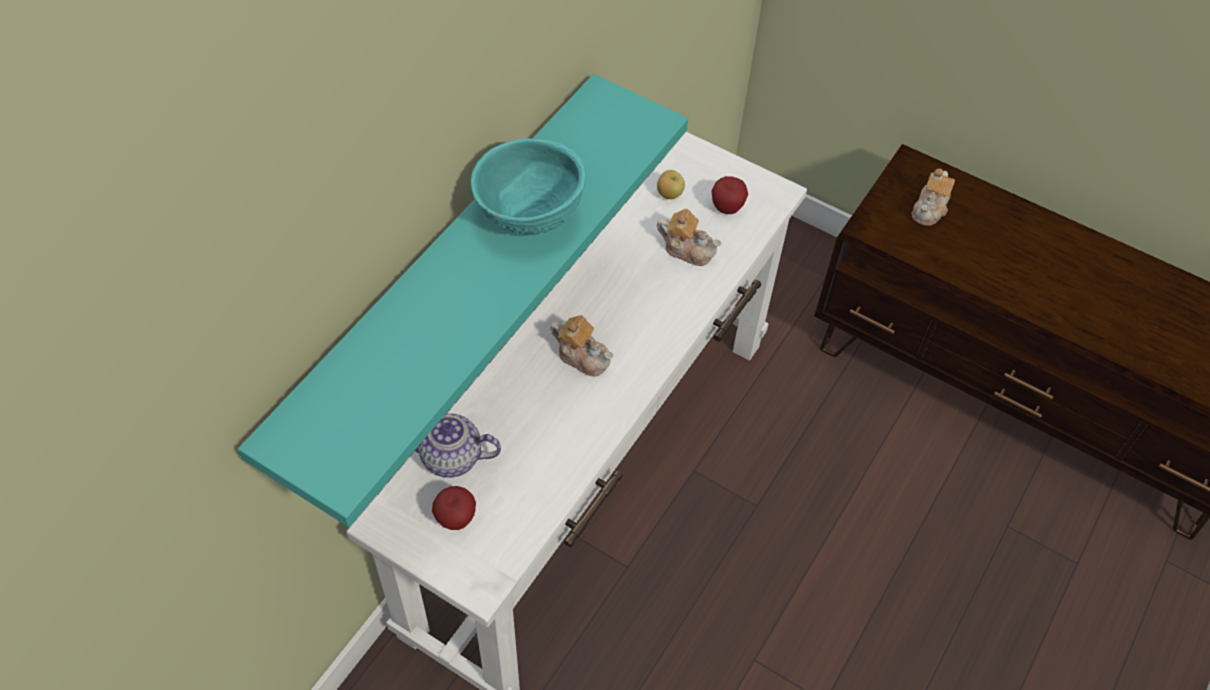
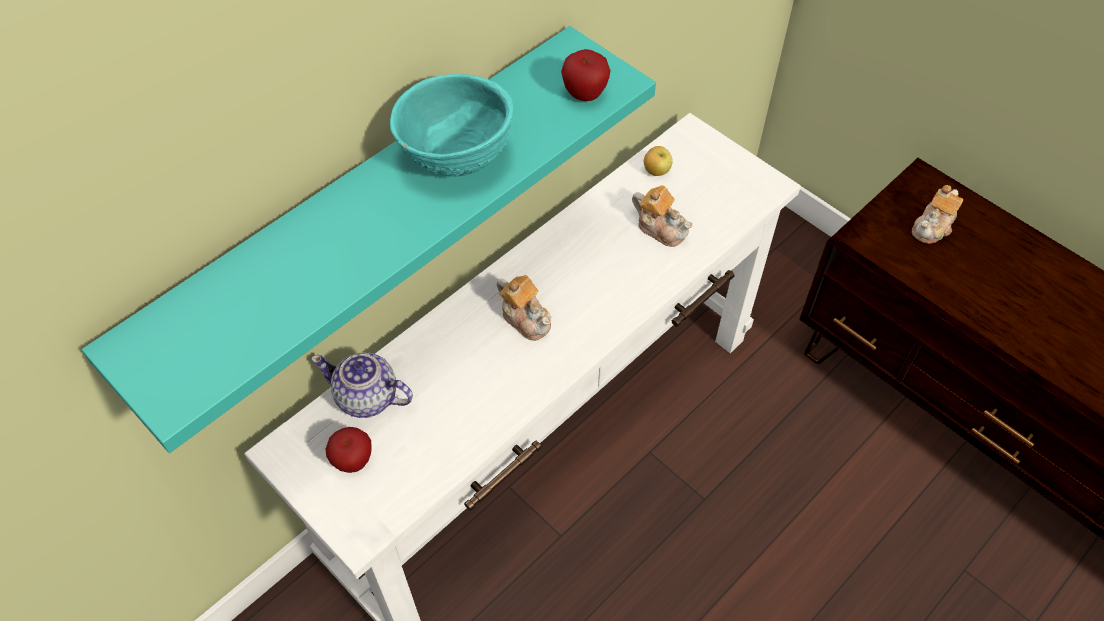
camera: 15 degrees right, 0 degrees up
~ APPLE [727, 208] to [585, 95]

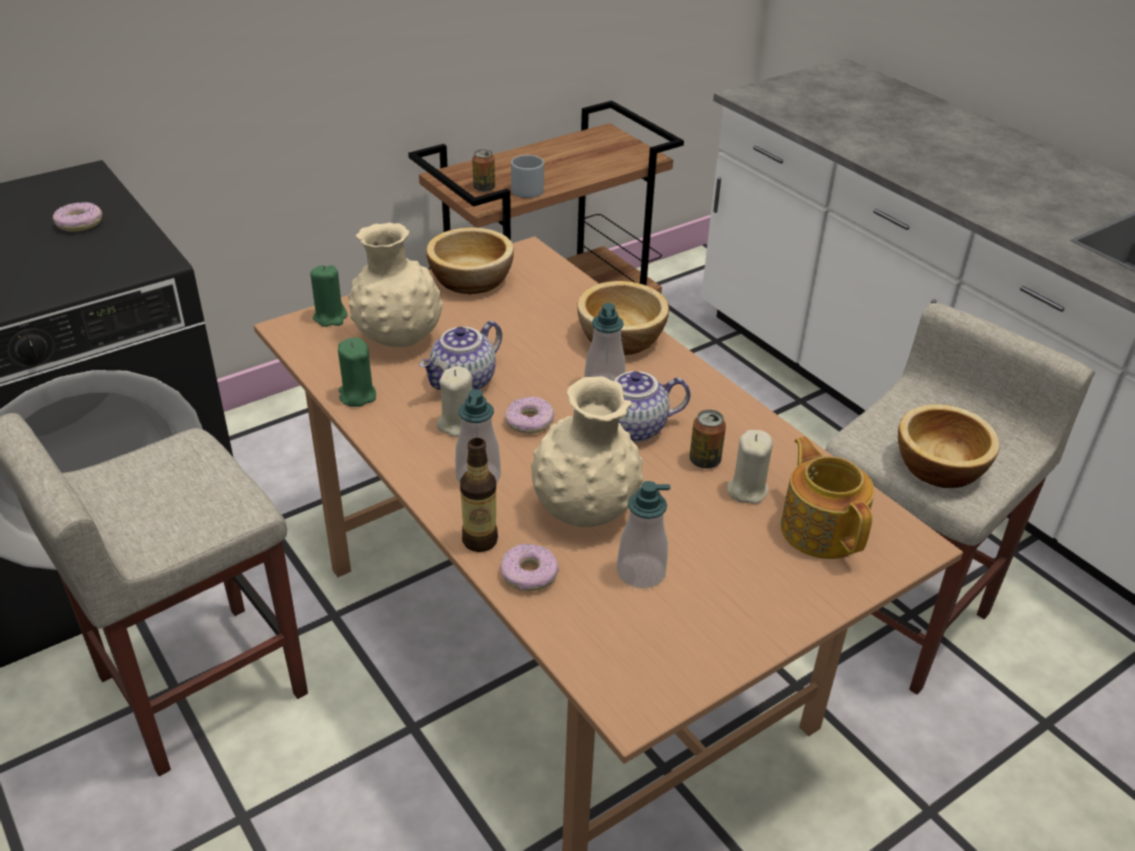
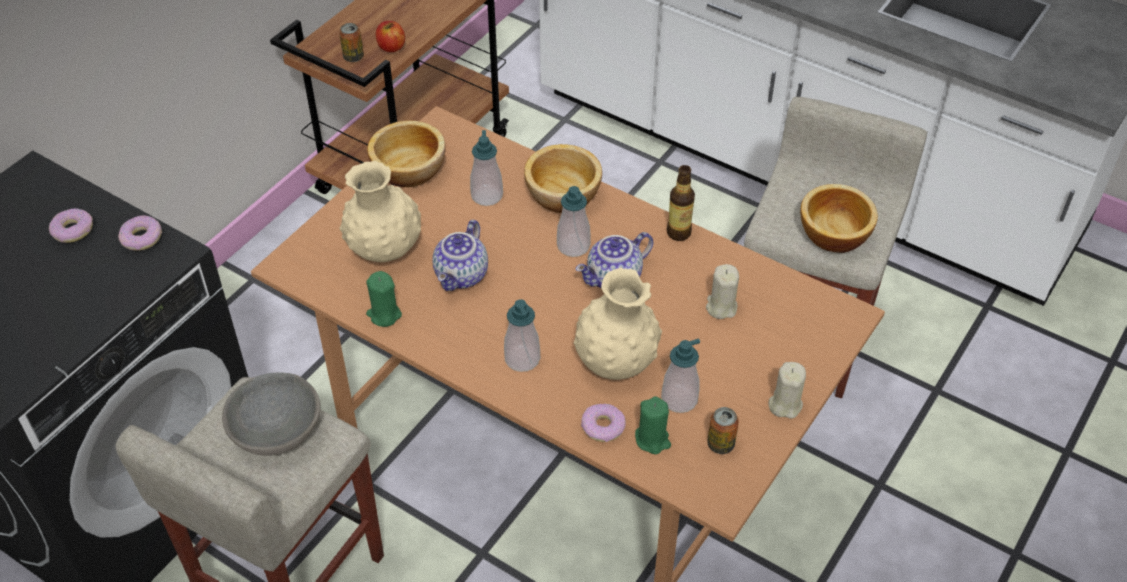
camera: 20 degrees left, 10 degrees up
- TEAPOT [821, 528]
+ GREY BOWL [277, 430]
+ SOAP DISPENSER [487, 196]
~ GREEN CANDLE [330, 317] to [652, 439]
~ BEIGE CANDLE [457, 424] to [785, 404]
~ BOTTLE [480, 540] to [679, 233]
~ DONUT [530, 422] to [142, 238]
~ CAN [704, 461] to [720, 444]
~ GREY MUG [526, 188] to APPLE [391, 47]

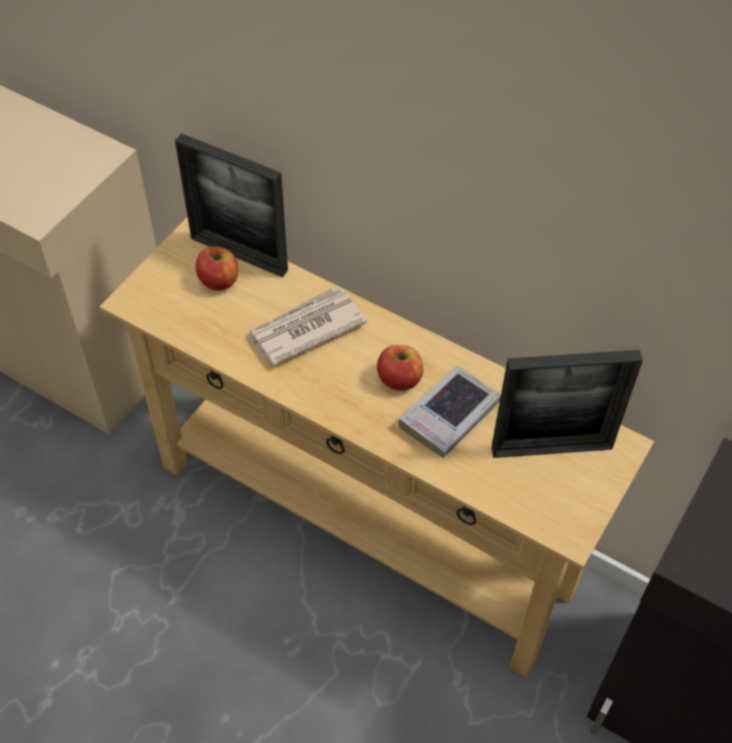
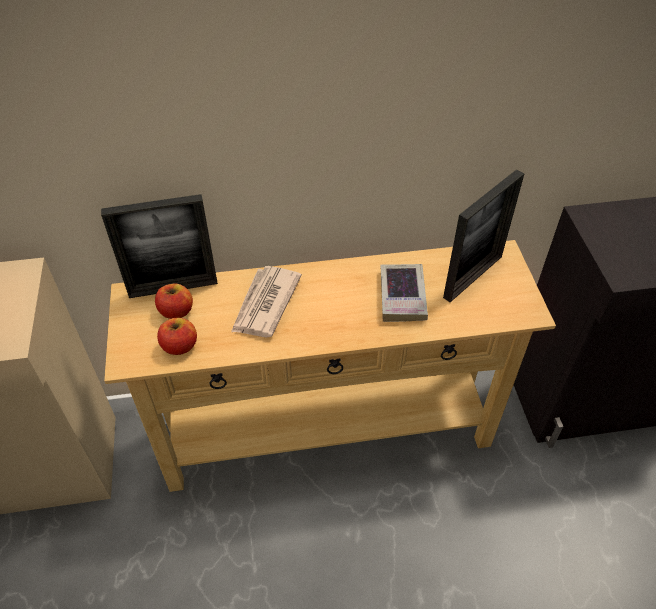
camera: 40 degrees left, 5 degrees down
~ APPLE [399, 379] to [180, 346]

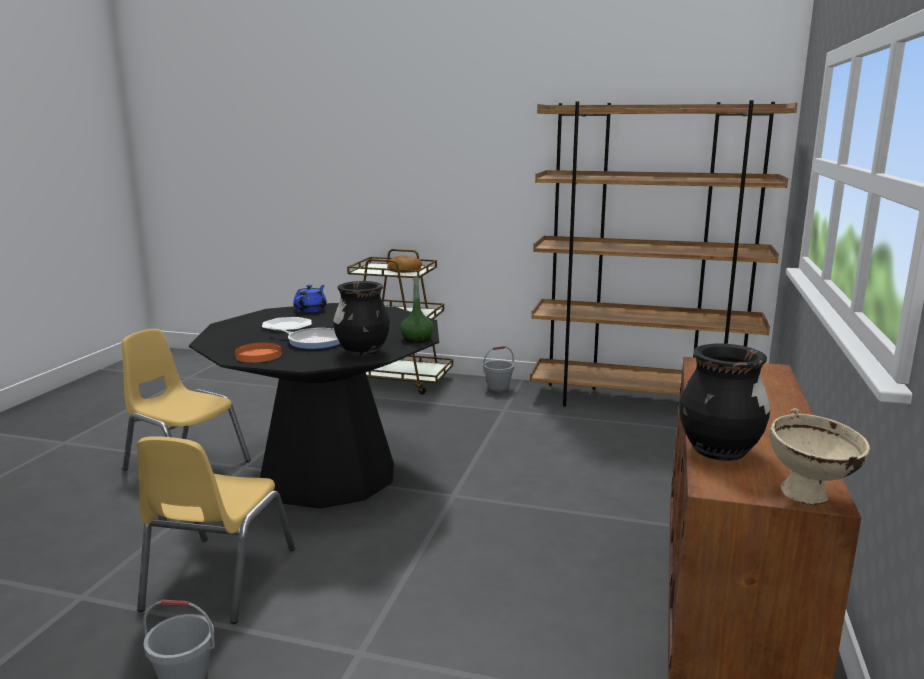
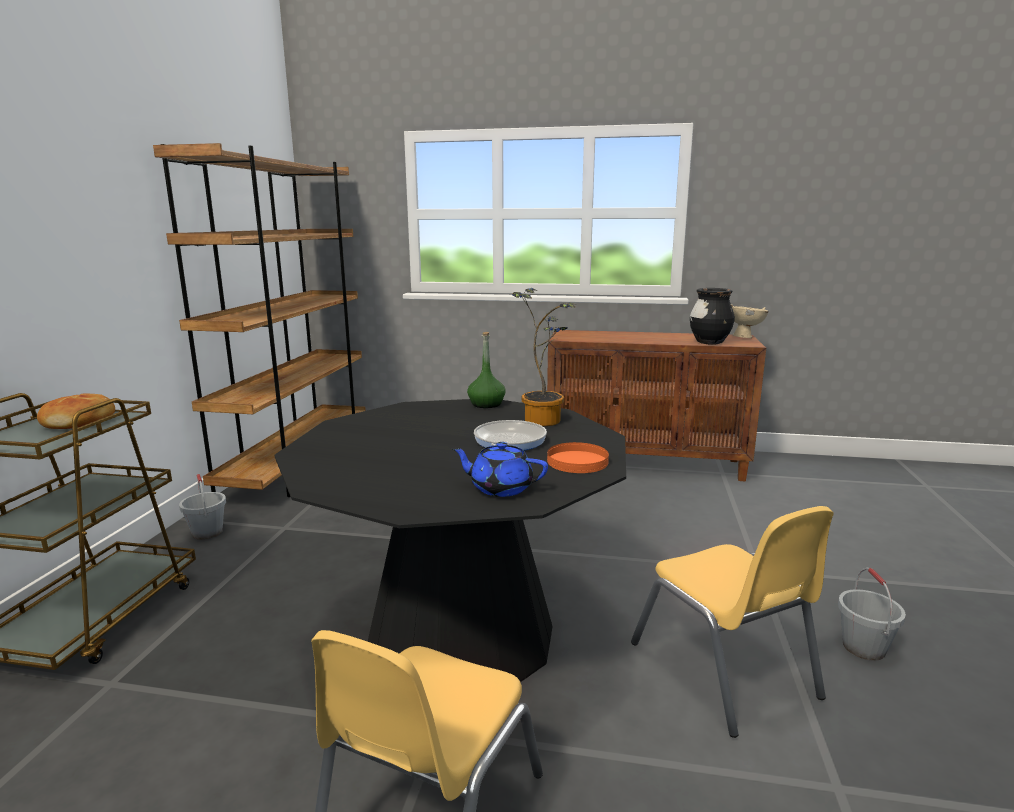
camera: 95 degrees left, 0 degrees up
- PLATE [287, 326]
~ BLUE TEAPOT [311, 310] to [500, 488]
~ BLACK VASE [363, 352] to POTTED PLANT [544, 419]
~ YELLOW CHAIR [218, 578] = [723, 670] 60 degrees clockwise

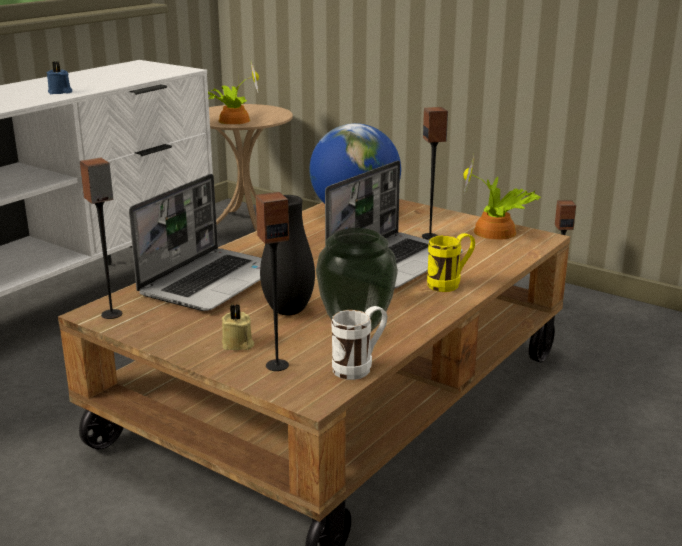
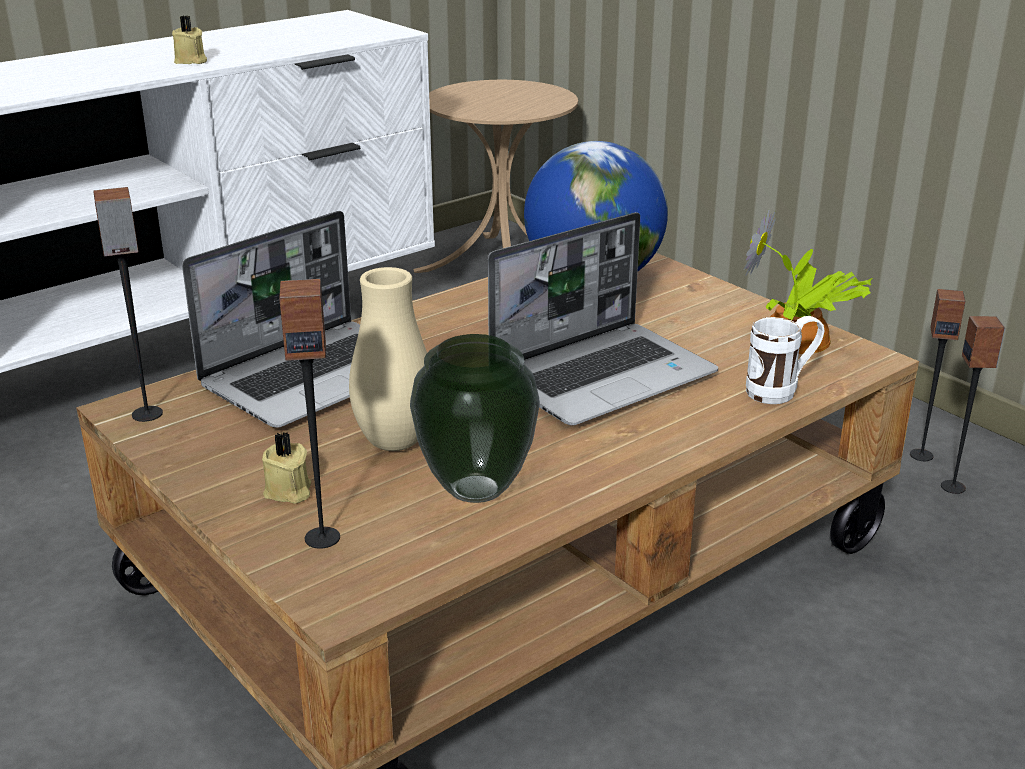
camera: 15 degrees right, 5 degrees up
- POTTED PLANT [232, 120]
- YELLOW MUG [450, 284]
~ WHITE MUG [360, 368] to [781, 391]
~ SPEAKER [430, 236] to [953, 487]
~ BLUE CANDLE [60, 92] to BEIGE CANDLE [191, 61]
~ BLACK VASE [288, 311] to BEIGE VASE [394, 442]

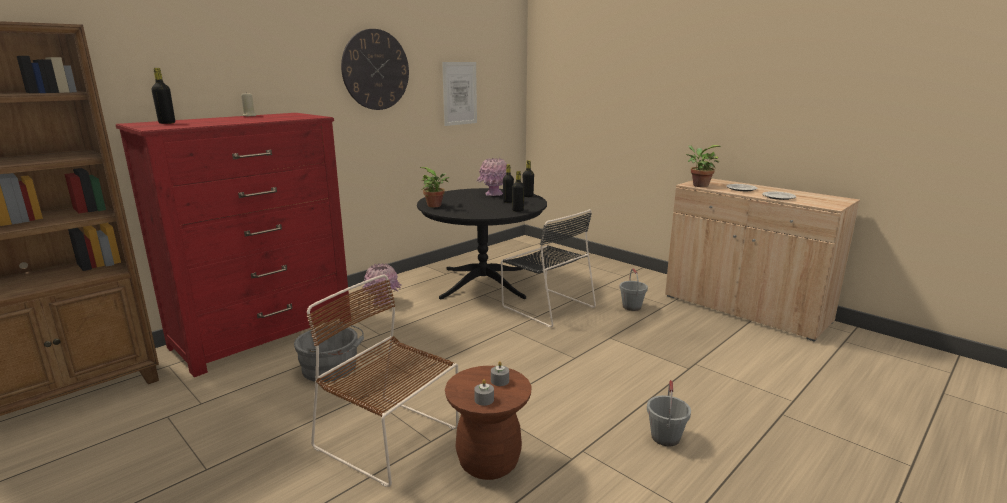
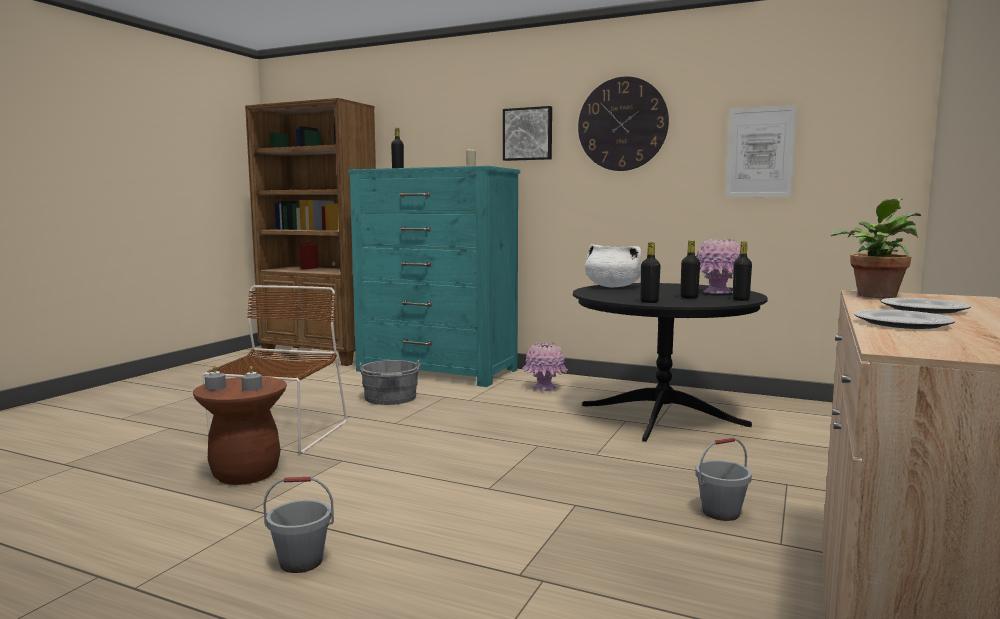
camera: 70 degrees right, 10 degrees down
- BLACK CHAIR [546, 306]
+ PICTURE [528, 134]
~ POTTED PLANT [436, 206] to WHITE COOKING POT [612, 287]
~ RED DRESSER [264, 334] to TURQUOISE DRESSER [437, 371]

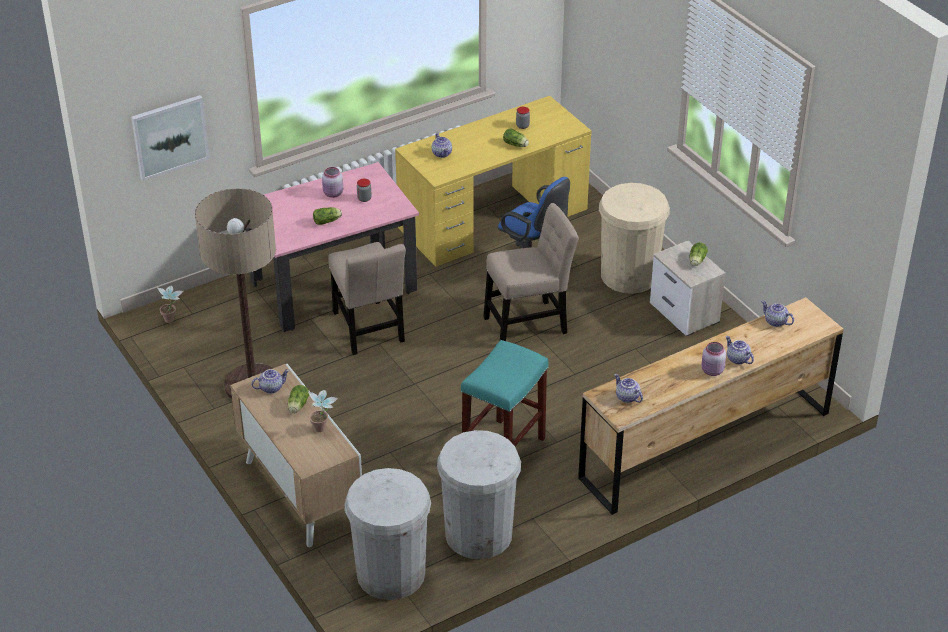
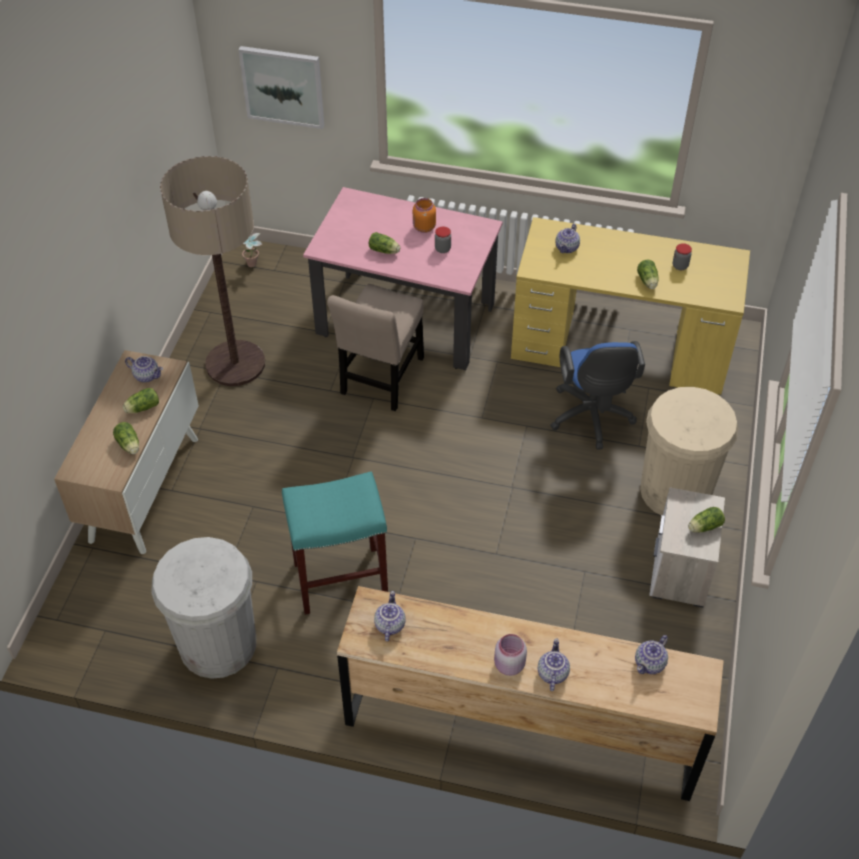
camera: 45 degrees right, 10 degrees up
- WHITE TRASH CAN [390, 573]
- BEIGE CHAIR [529, 323]
~ POTTED PLANT [323, 430] to LETTUCE [129, 445]
~ PINK JAR [333, 194] to ORANGE JAR [423, 227]
~ TEAPOT [775, 322] = [650, 663] 135 degrees counterclockwise

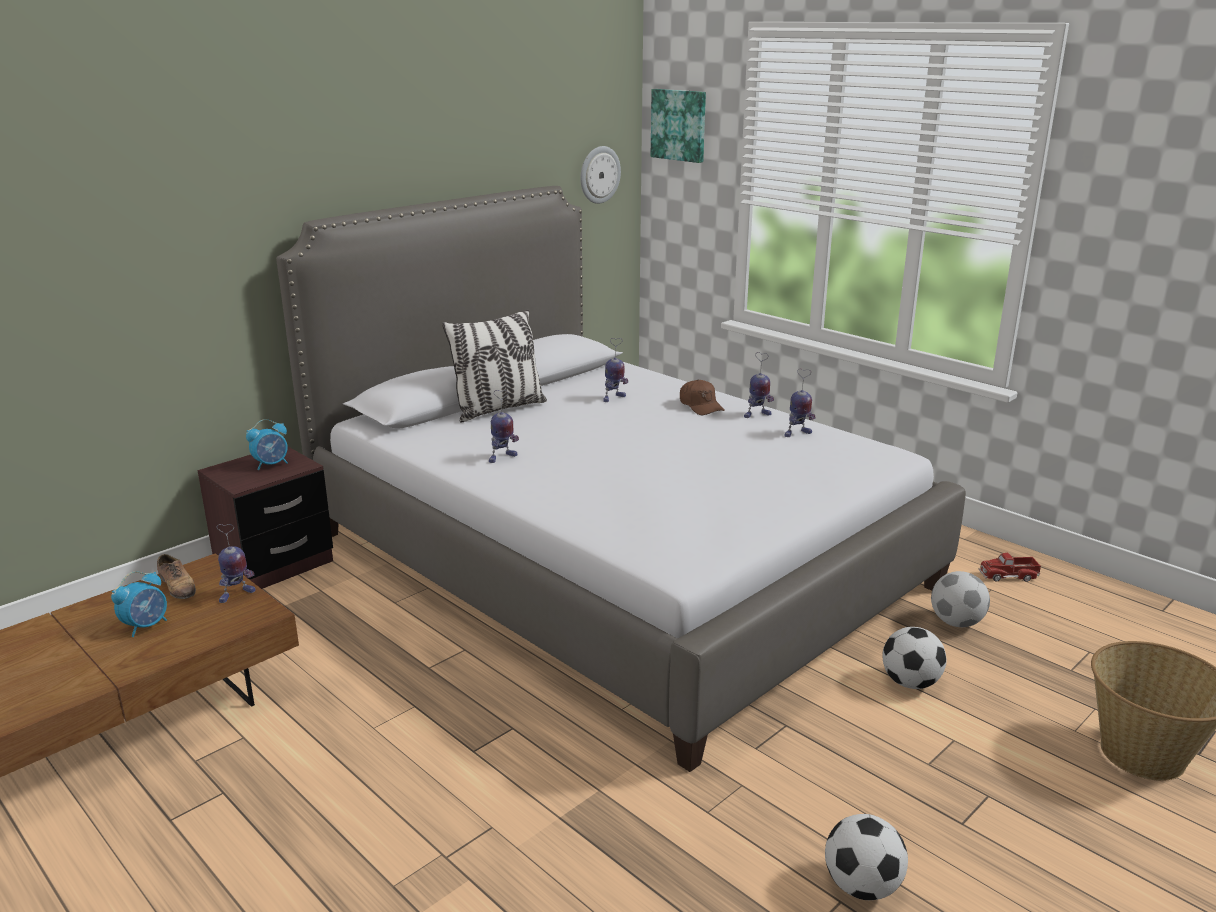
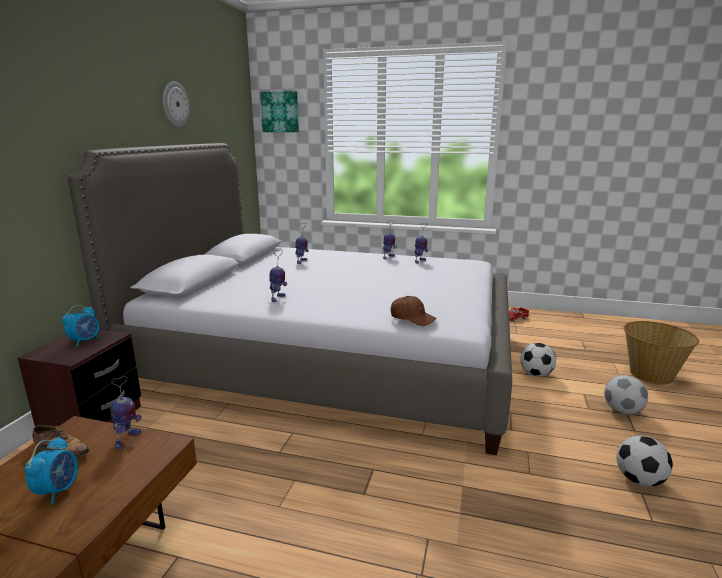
camera: 30 degrees left, 5 degrees down
- PILLOW [498, 409]
~ WALL CLOCK [599, 174] to [175, 104]
~ BROWN CAP [701, 406] to [412, 318]
~ FOOTBALL [956, 622] to [622, 411]

